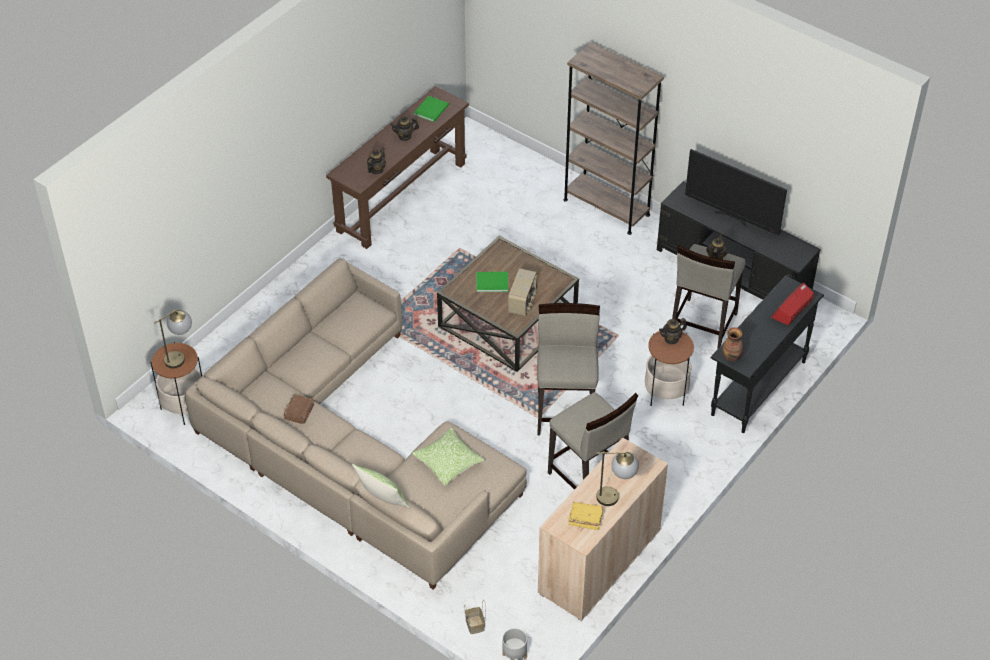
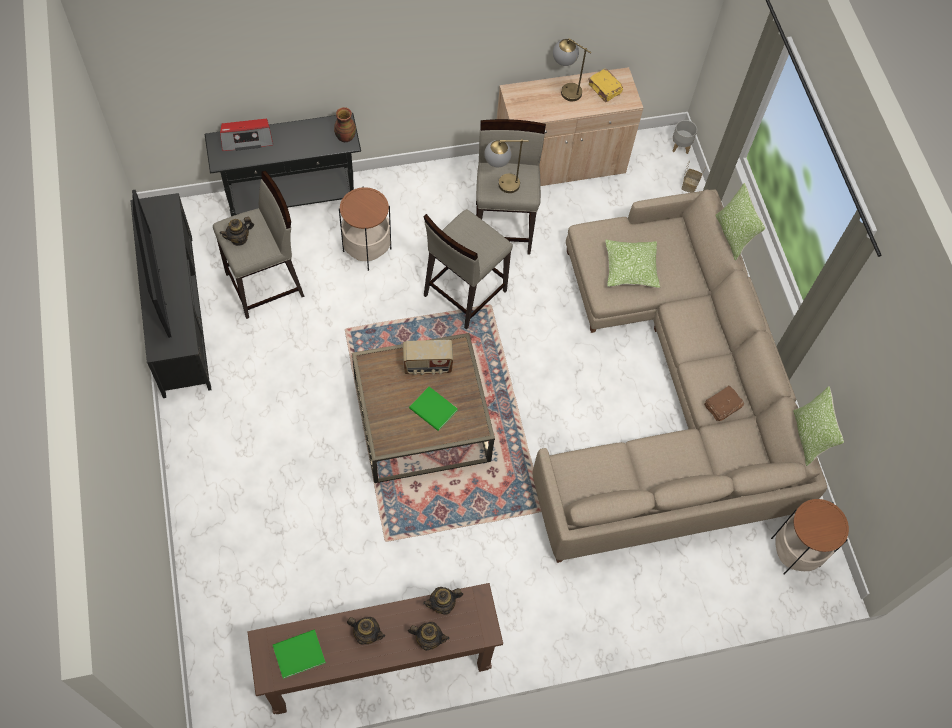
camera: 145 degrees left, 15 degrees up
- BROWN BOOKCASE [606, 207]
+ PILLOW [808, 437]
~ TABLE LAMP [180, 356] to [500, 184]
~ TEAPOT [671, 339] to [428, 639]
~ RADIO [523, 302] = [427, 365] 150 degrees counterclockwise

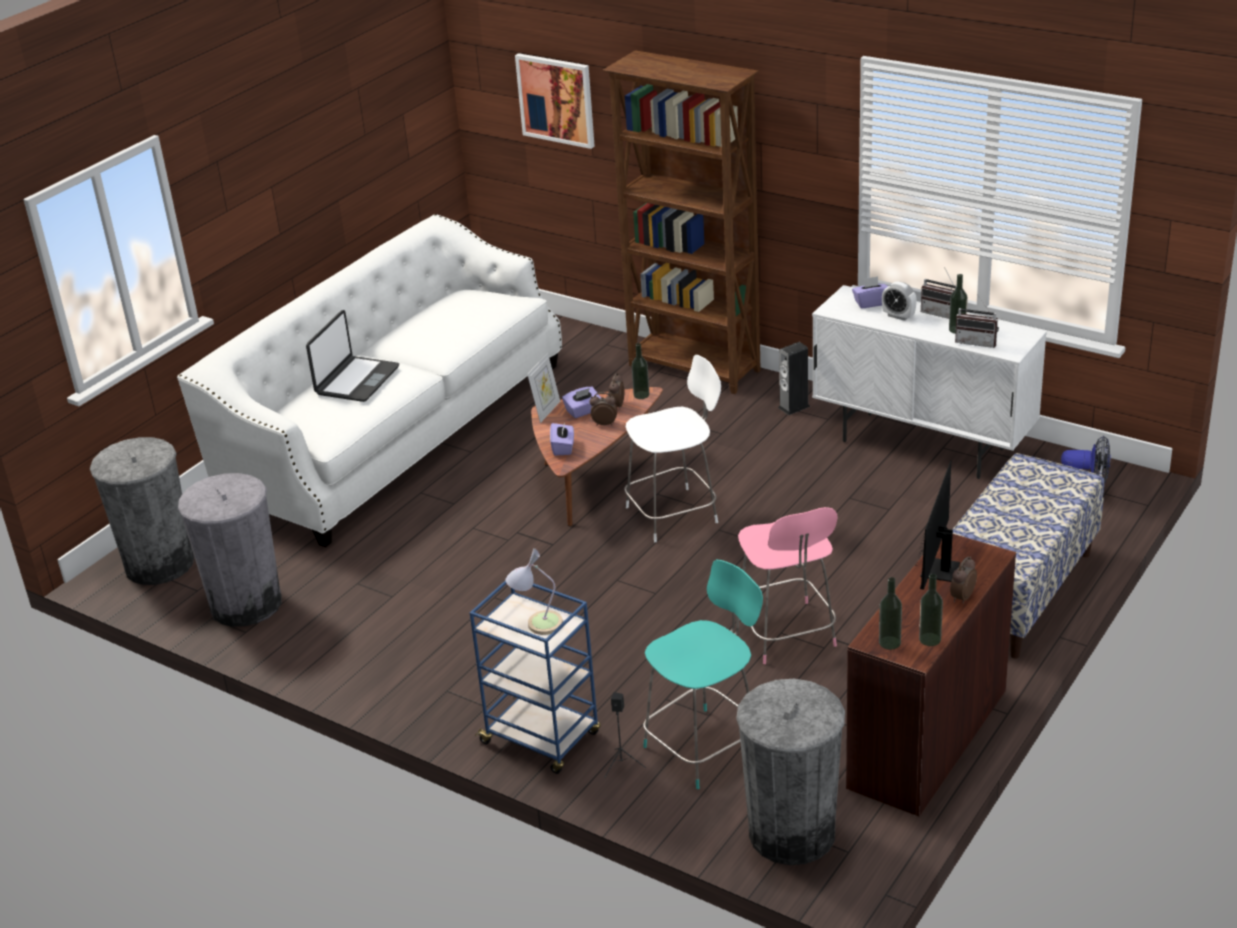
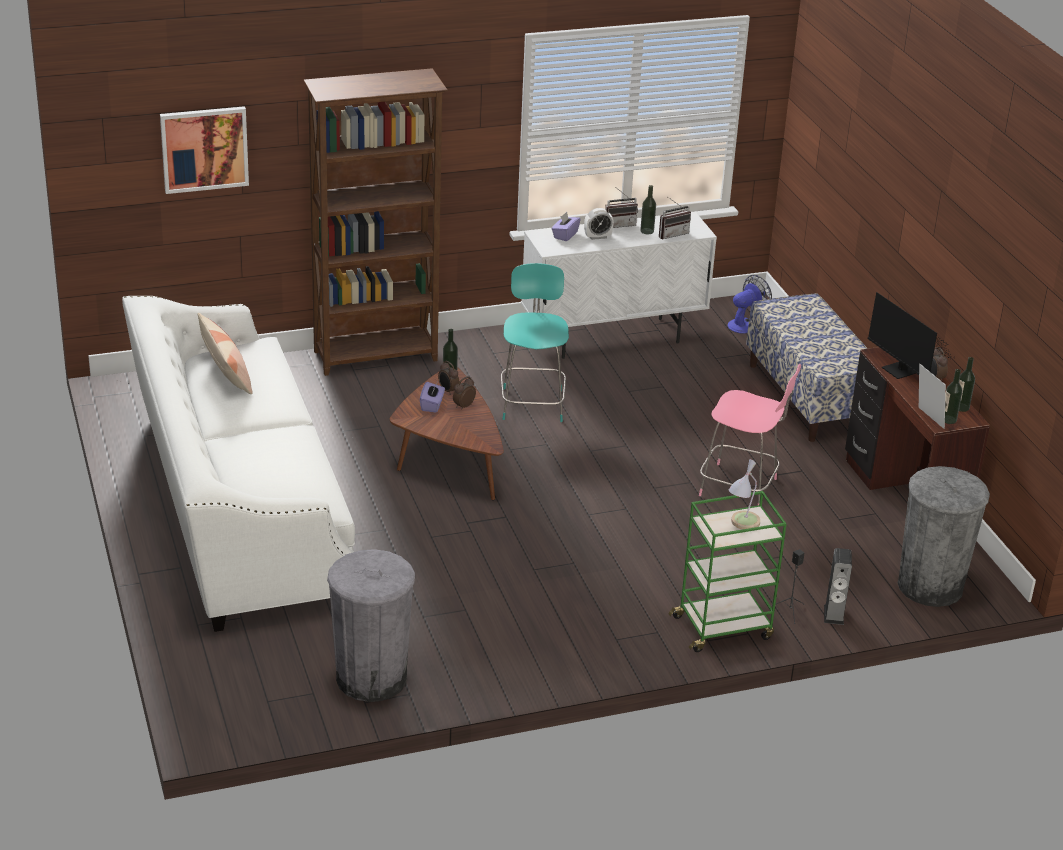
camera: 55 degrees left, 0 degrees up
- GREY TRASH CAN [159, 564]
- LAPTOP [356, 380]
- PURPLE TISSUE BOX [563, 448]
- WHITE CHAIR [675, 514]
+ PILLOW [225, 373]
~ PICTURE FRAME [546, 411] to [927, 419]
~ TURQUOISE CHAIR [705, 746] to [532, 403]
~ SPEAKER [794, 407] to [833, 614]
~ BLUE CART [542, 739] to GREEN CART [723, 627]

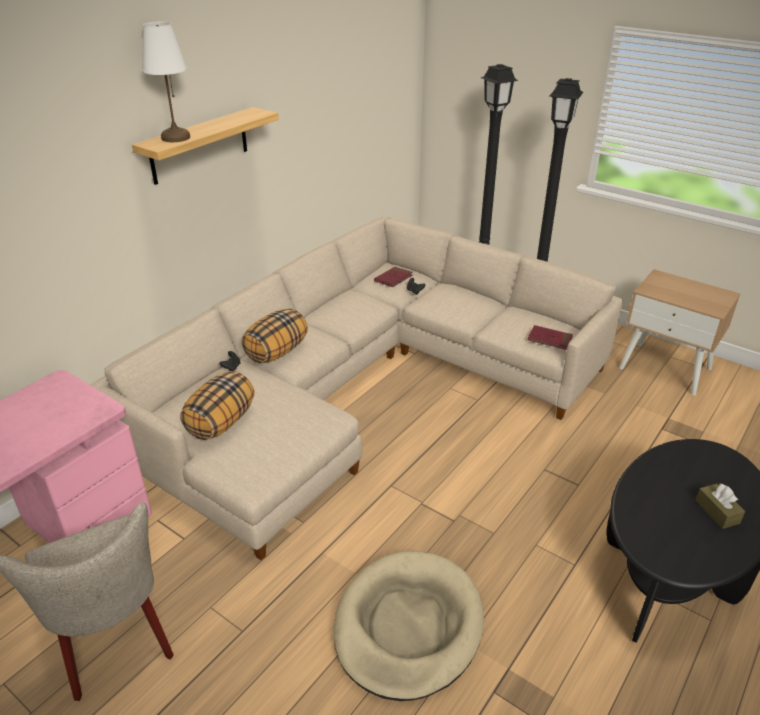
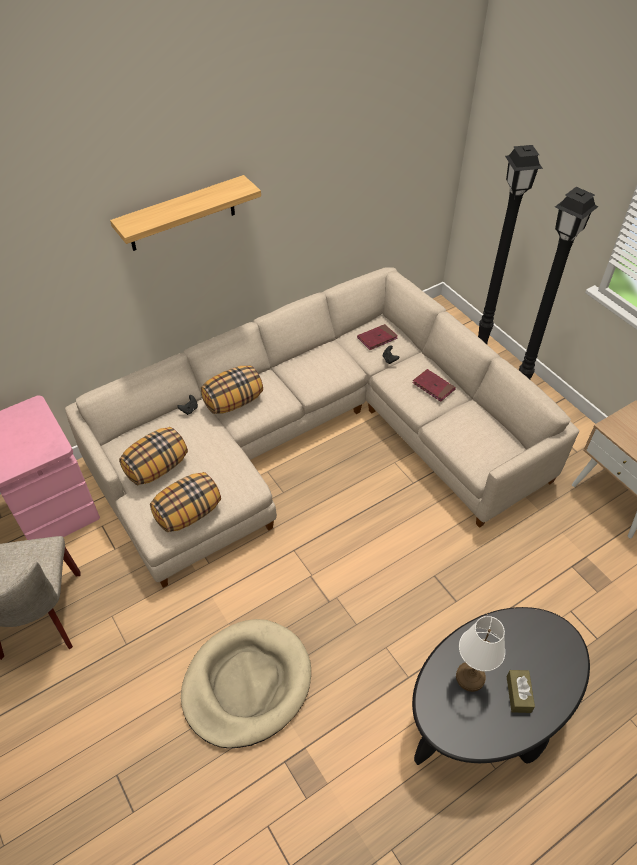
camera: 20 degrees right, 15 degrees up
+ PILLOW [188, 513]
~ WHITE TABLE LAMP [175, 138] to [469, 677]
~ RED BOOK [549, 339] to [433, 386]

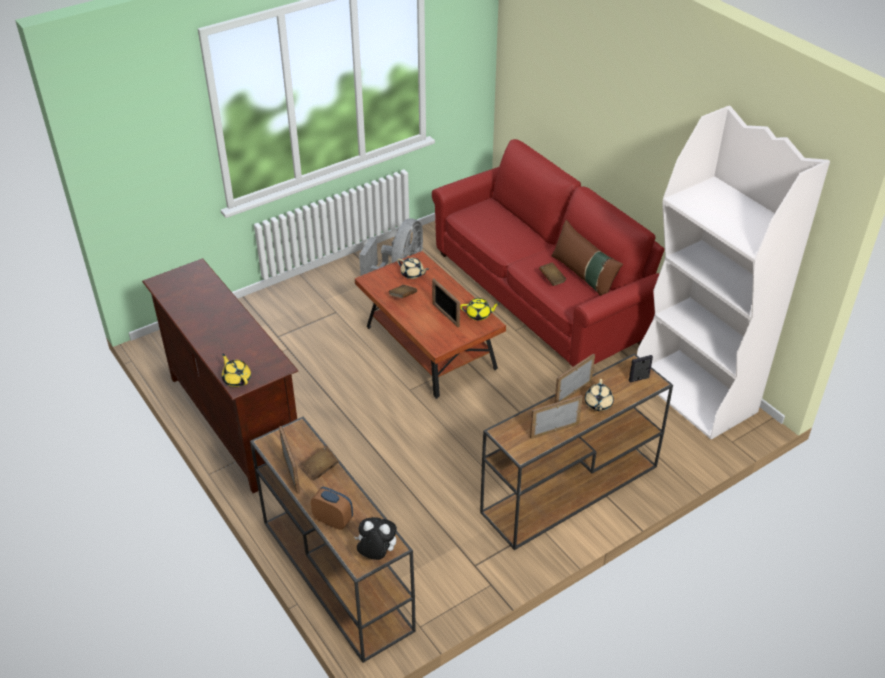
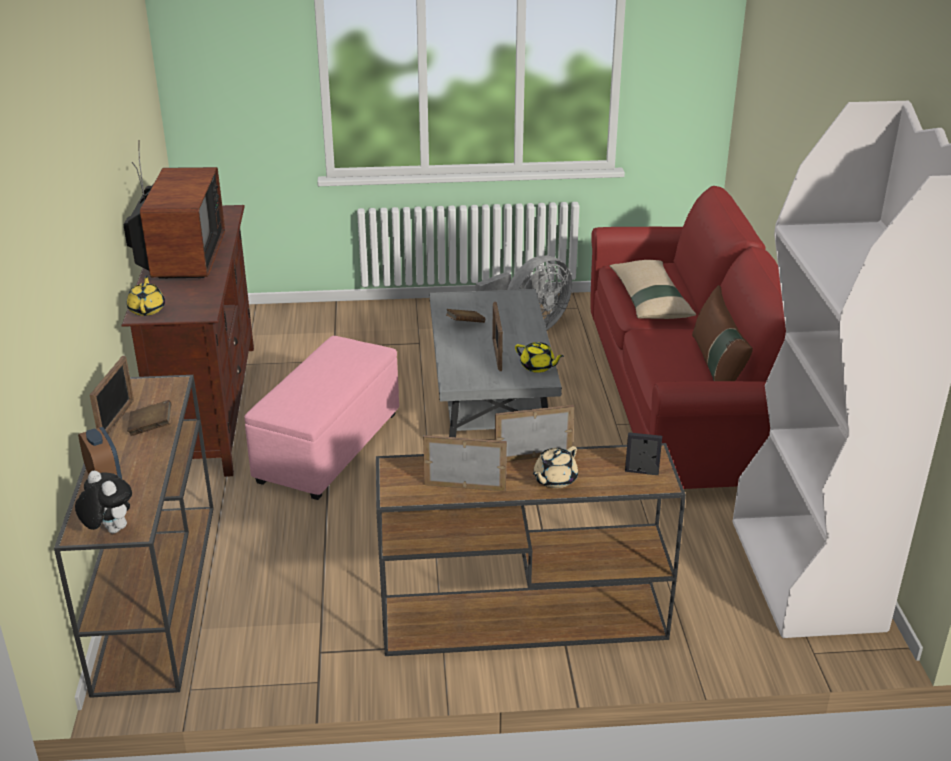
camera: 30 degrees right, 10 degrees down
- BEIGE TEAPOT [412, 274]
- BROWN BOOK [552, 279]
+ TELEVISION [181, 261]
+ PINK OTTOMAN [329, 446]
+ BEIGE PILLOW [649, 300]
~ BROWN COFFEE TABLE [429, 348] to GREY COFFEE TABLE [491, 409]

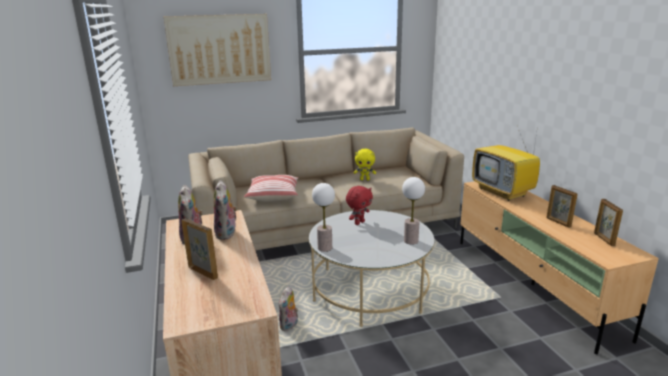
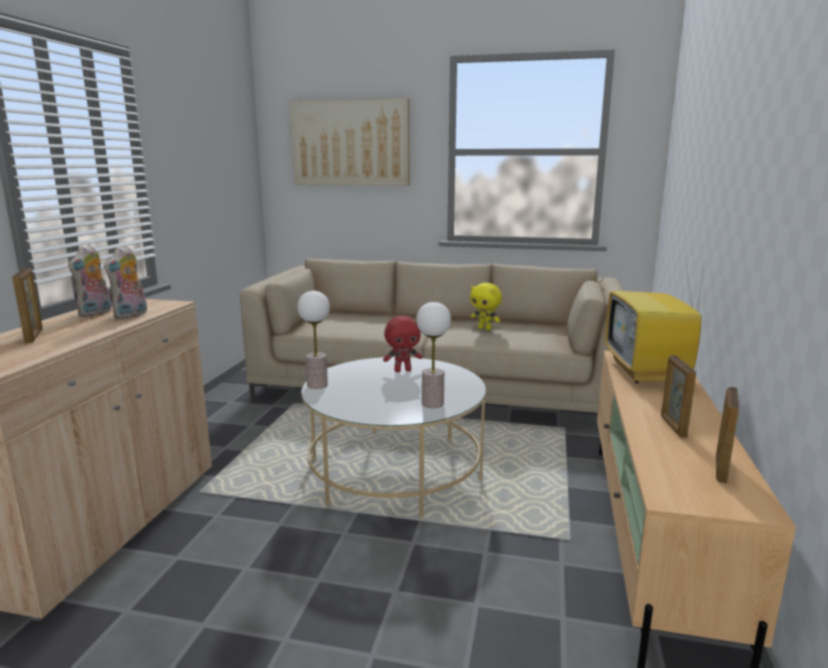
camera: 30 degrees right, 5 degrees down
- PILLOW [273, 196]
- PLUSH TOY [289, 326]

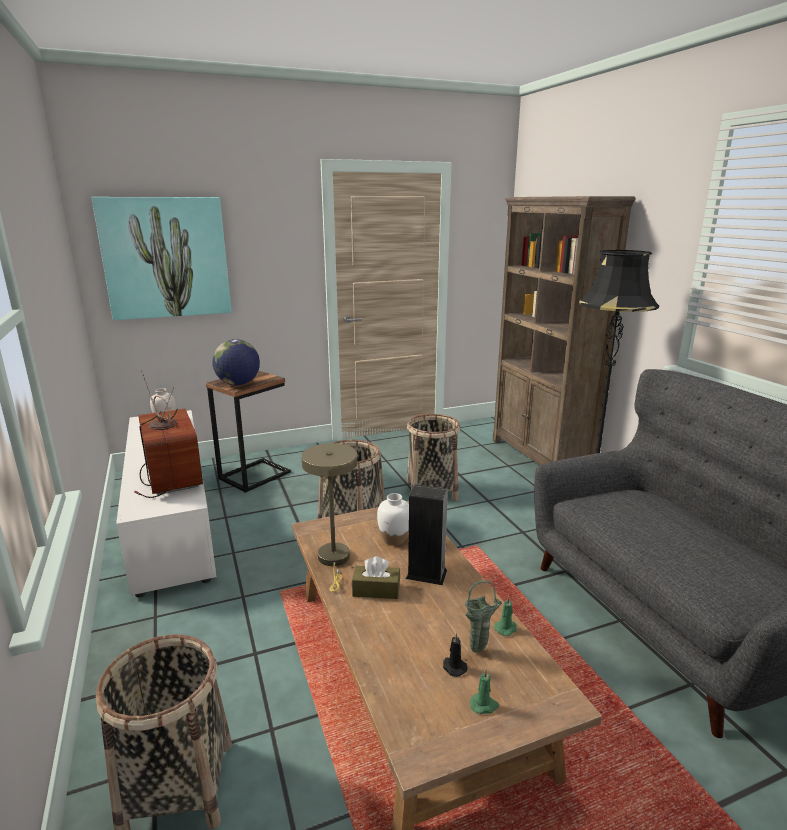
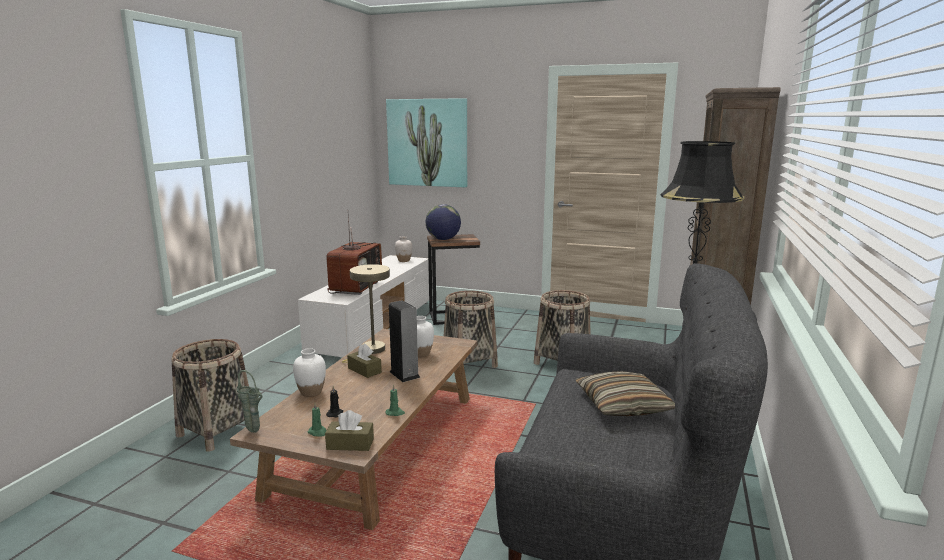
camera: 40 degrees right, 5 degrees down
+ WHITE VASE [311, 392]
+ BROWN TISSUE BOX [350, 444]
+ PILLOW [623, 405]
~ GREEN VASE [480, 650] to [255, 432]

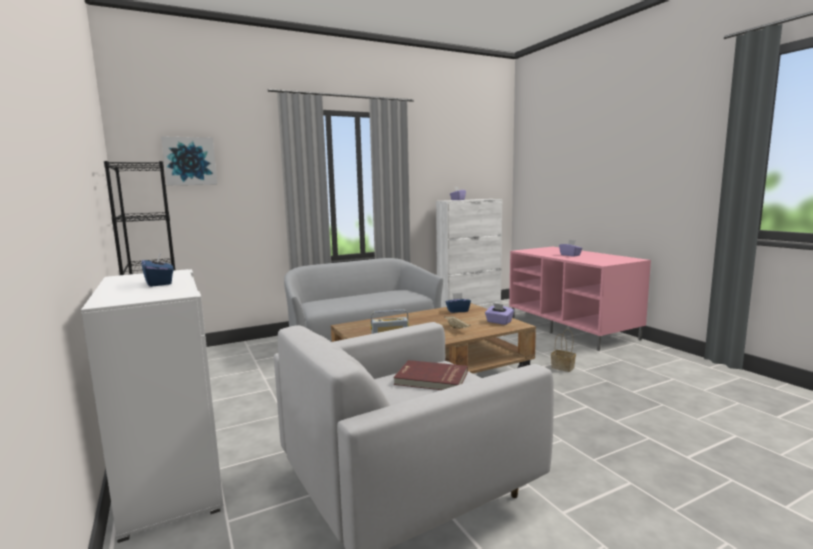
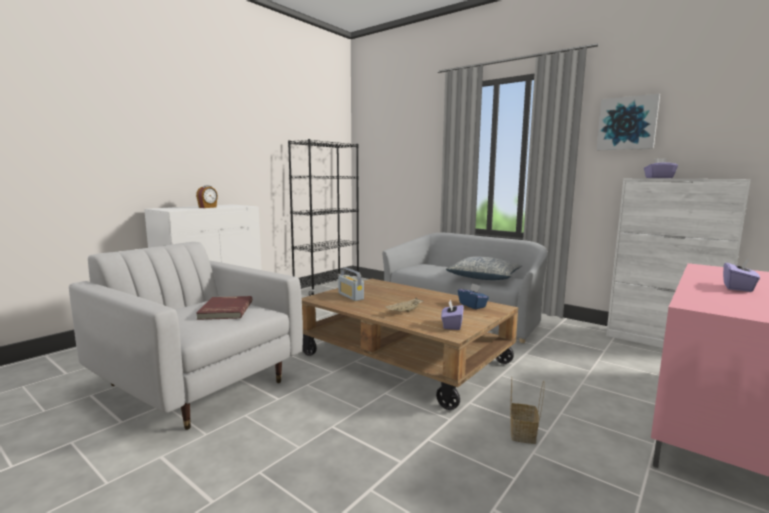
camera: 65 degrees right, 0 degrees up
+ PILLOW [484, 277]
~ PICTURE [189, 161] to [627, 123]
~ BLUE TISSUE BOX [159, 283] to ALARM CLOCK [208, 207]

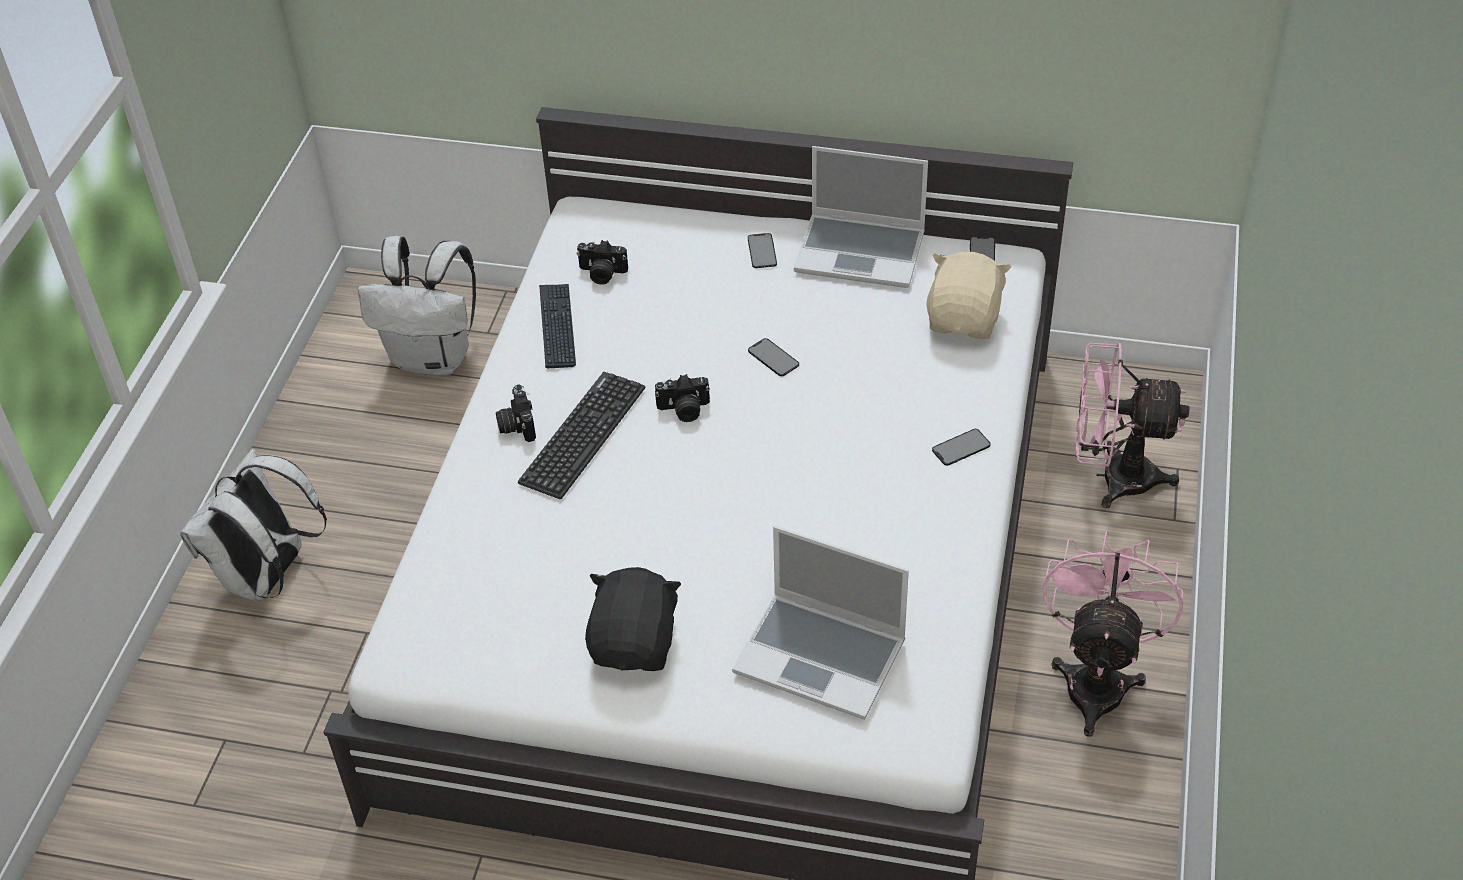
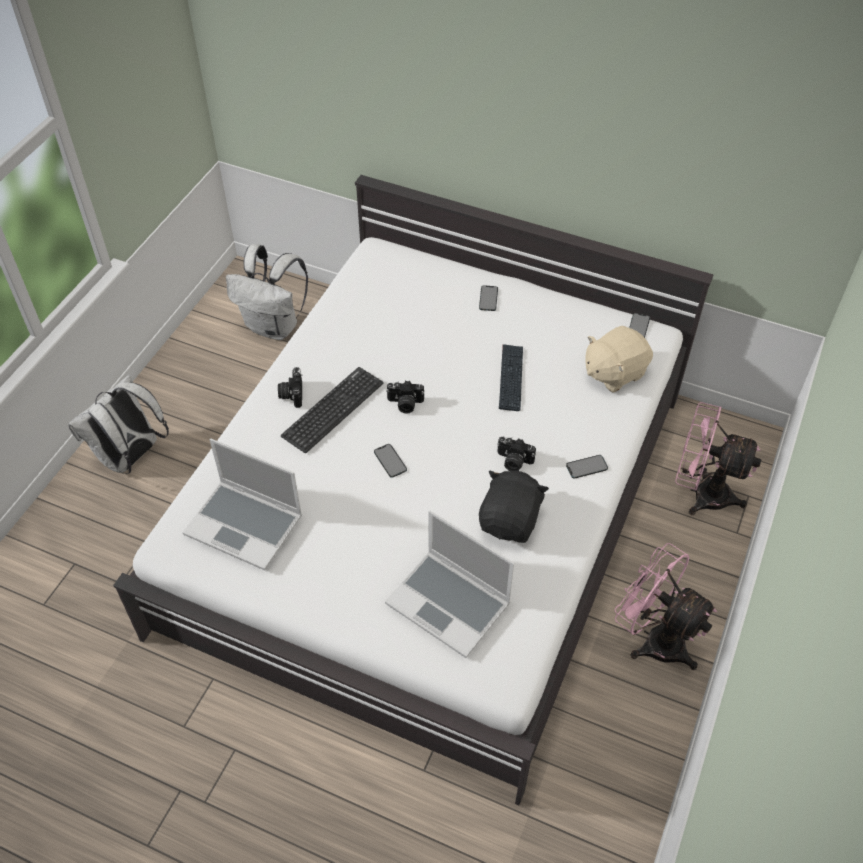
camera: 10 degrees right, 5 degrees up
~ KEYBOARD [557, 327] to [511, 378]
~ PHOTO CAMERA [602, 274] to [513, 461]
~ BLACK PLUSH TOY [635, 644] to [510, 521]
~ PHONE [773, 357] to [390, 460]
~ LAPTOP [862, 252] to [246, 525]
~ BEIGE PLUSH TOY [964, 319] = [614, 372] 150 degrees counterclockwise
~ PINK FAN [1097, 679] = [654, 639] 75 degrees counterclockwise

